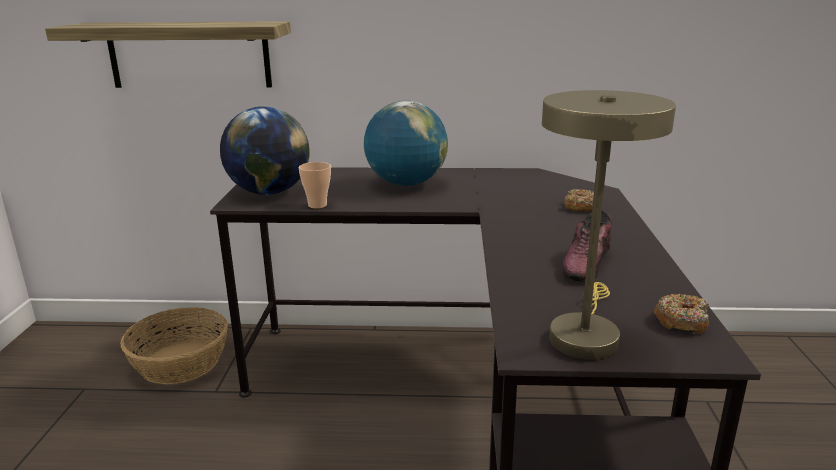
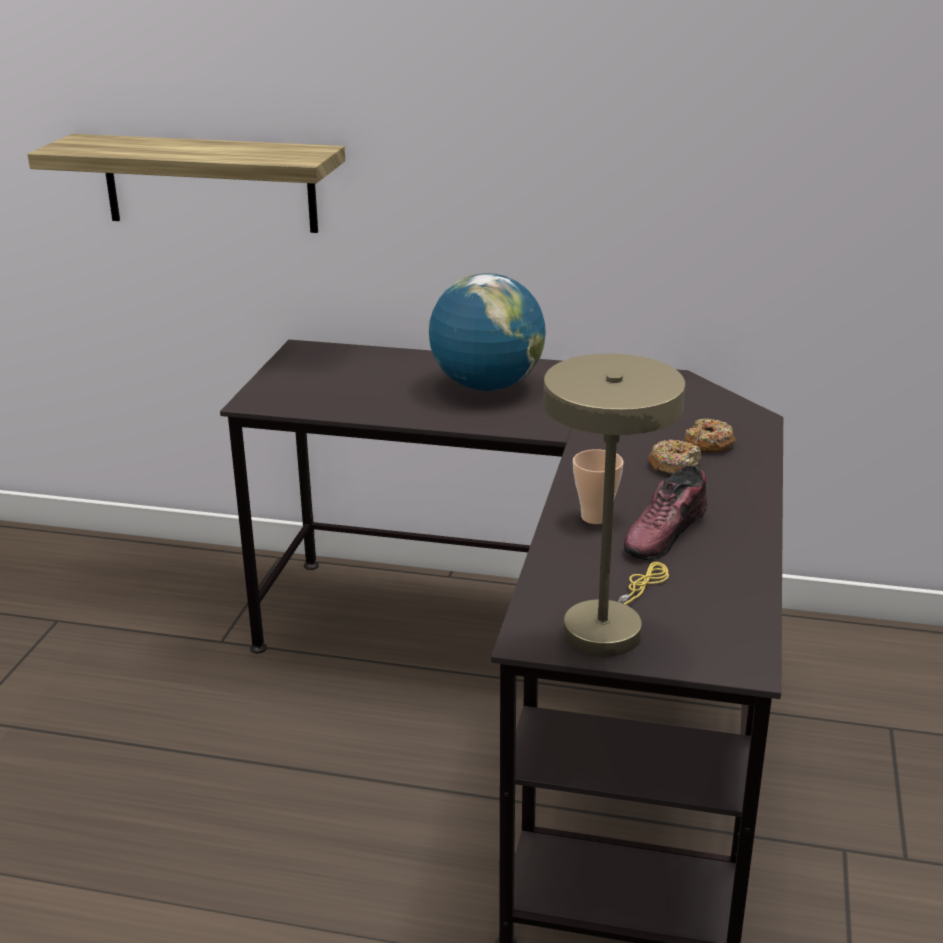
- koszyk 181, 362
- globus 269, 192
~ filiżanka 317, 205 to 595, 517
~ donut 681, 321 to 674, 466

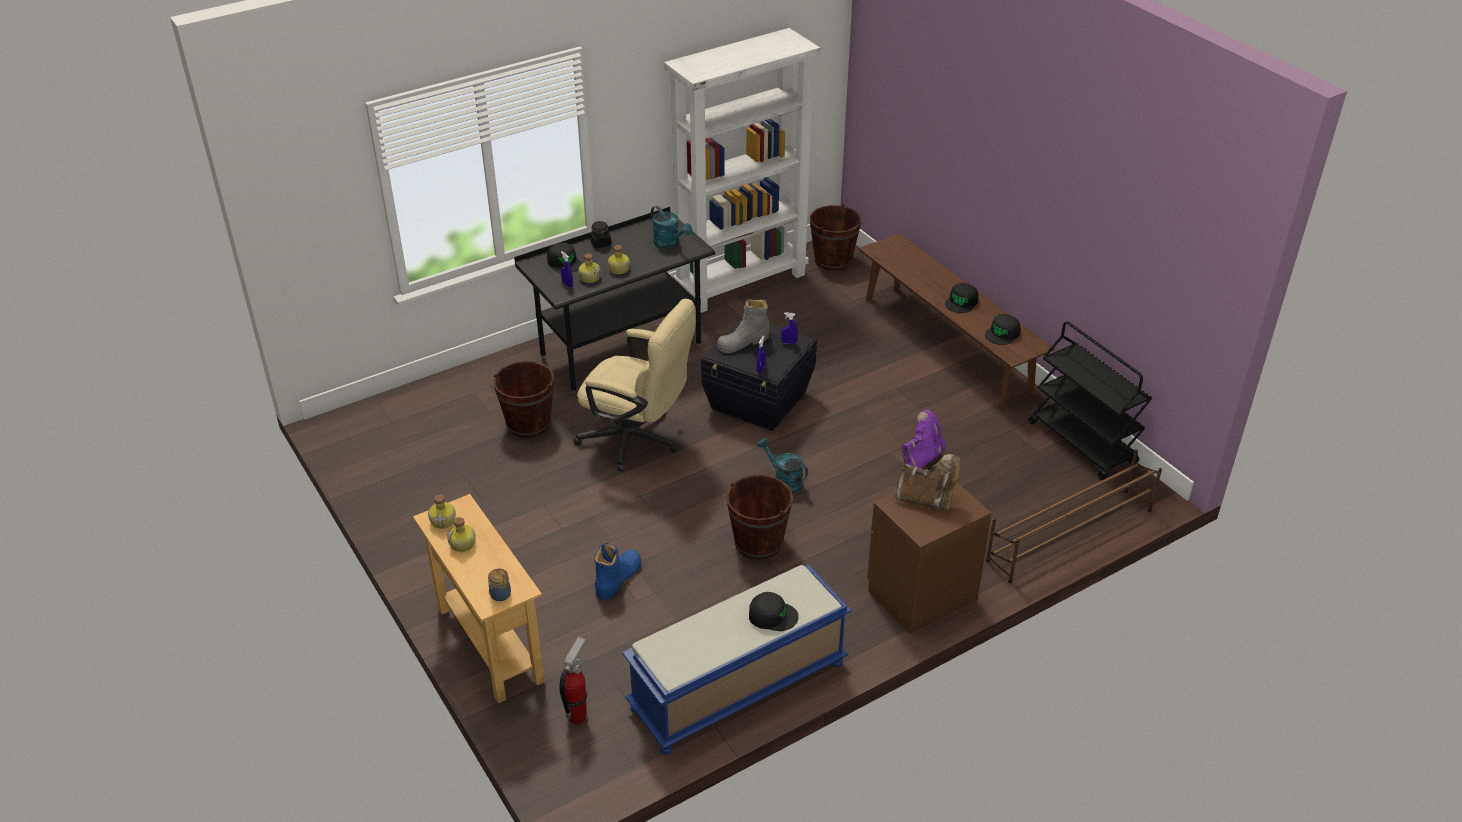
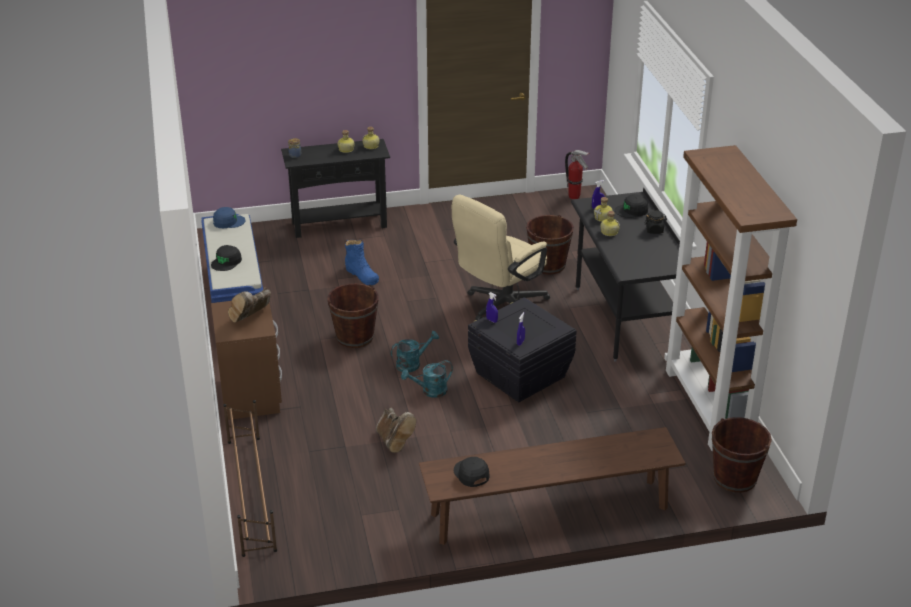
- but z cholewką (szary) 743, 342
- czapka z daszkiem (czarny) 961, 302
- wózek (czarny) 1083, 444
+ czapka z daszkiem (niebieski) 228, 222
~ gaśnica 577, 716 to 574, 197
~ konewka (turkusowy) 670, 244 to 430, 391
~ stolik konsolowy (beżowy) 490, 644 to stolik konsolowy (czarny) 339, 224
~ regał (biały) 741, 283 to regał (brązowy) 709, 407
~ but z cholewką (fioletowy) 921, 458 to but z cholewką (brązowy) 394, 442

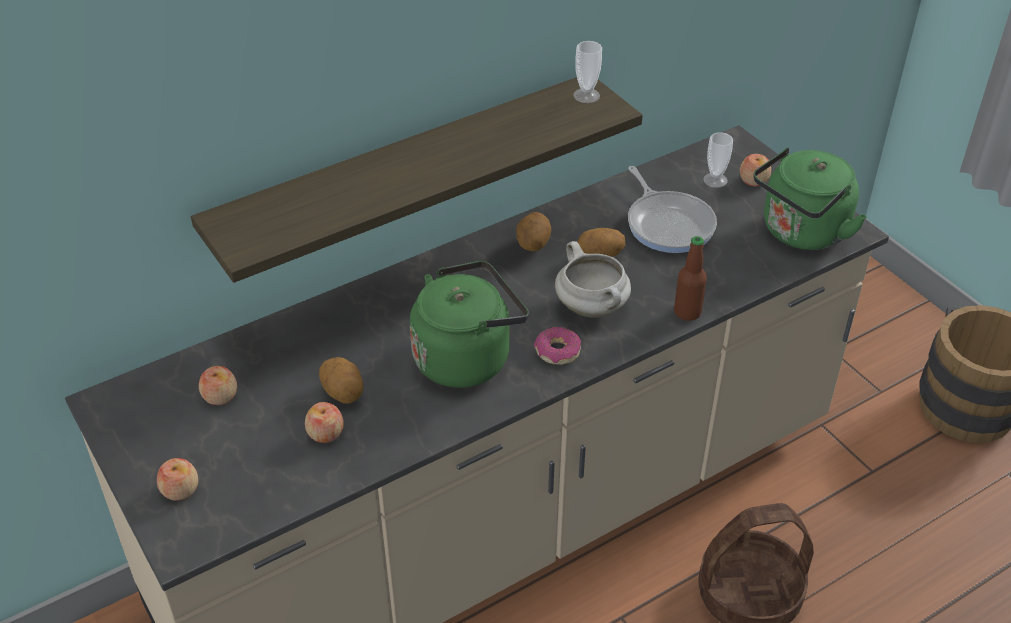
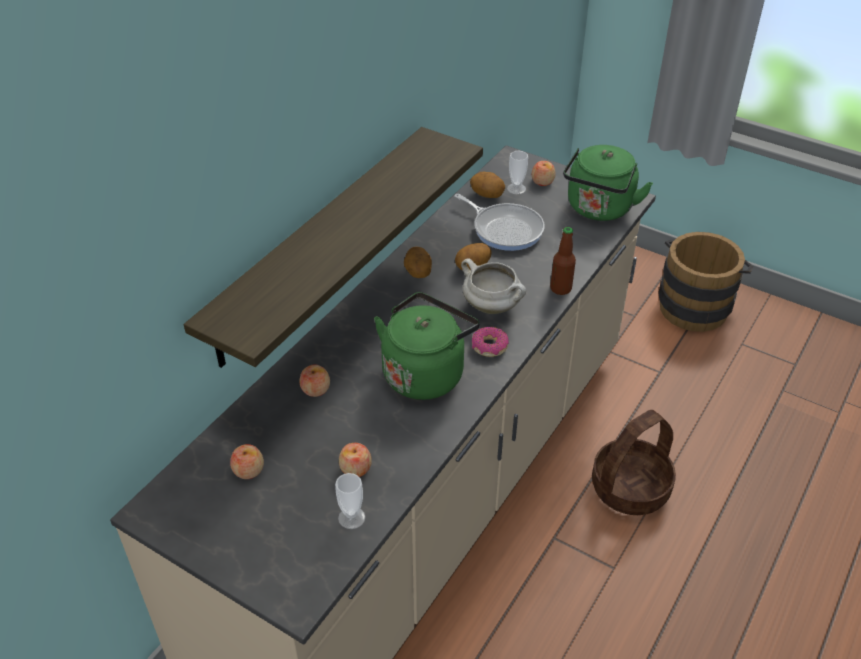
~ jabłko 180, 490 to 315, 389
~ ziemniak 343, 393 to 487, 195
~ filiżanka 586, 95 to 351, 518

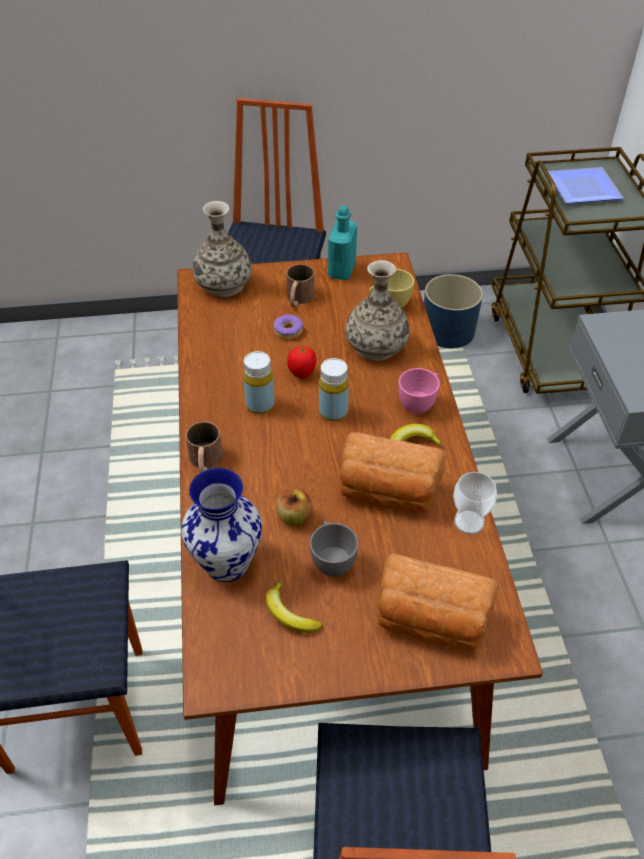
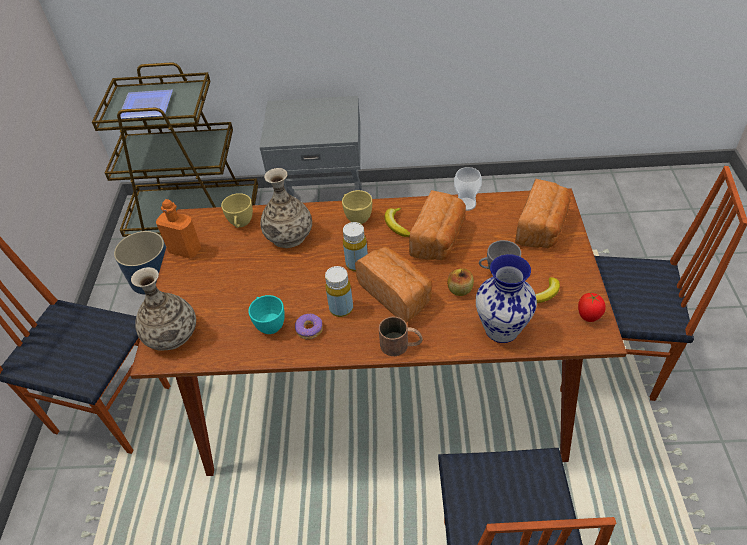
- kubek (brązowy) 298, 299
+ filiżanka (turkusowy) 269, 323
+ chleb 396, 294
~ donut 288, 331 to 309, 329
~ pomidor 302, 374 to 588, 317
~ butelka (turkusowy) 341, 270 to butelka (pomarańczowy) 185, 250
~ filiżanka (różowy) 419, 403 to filiżanka (żółty) 356, 217

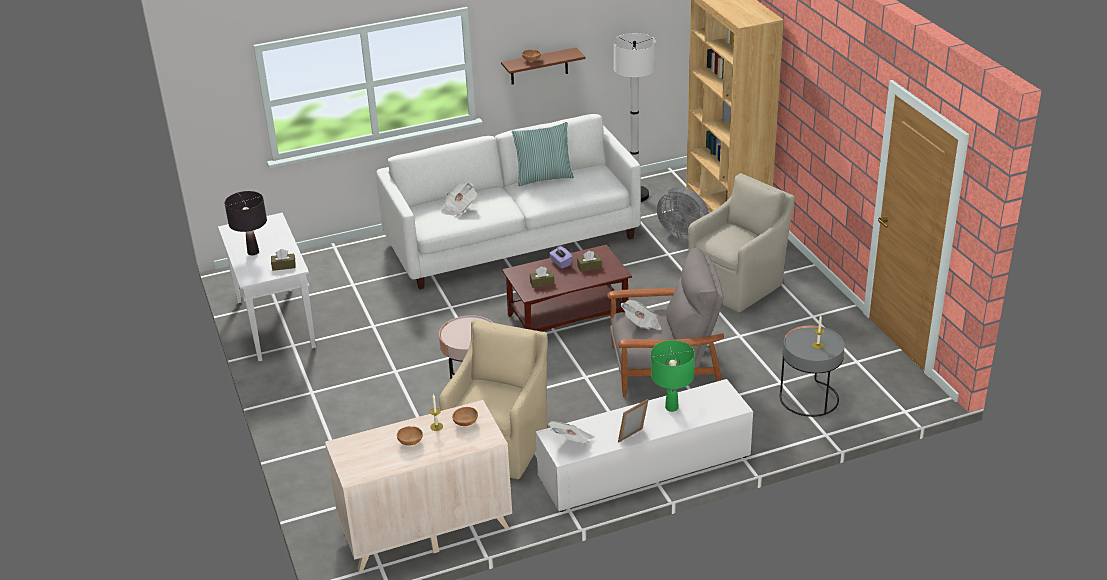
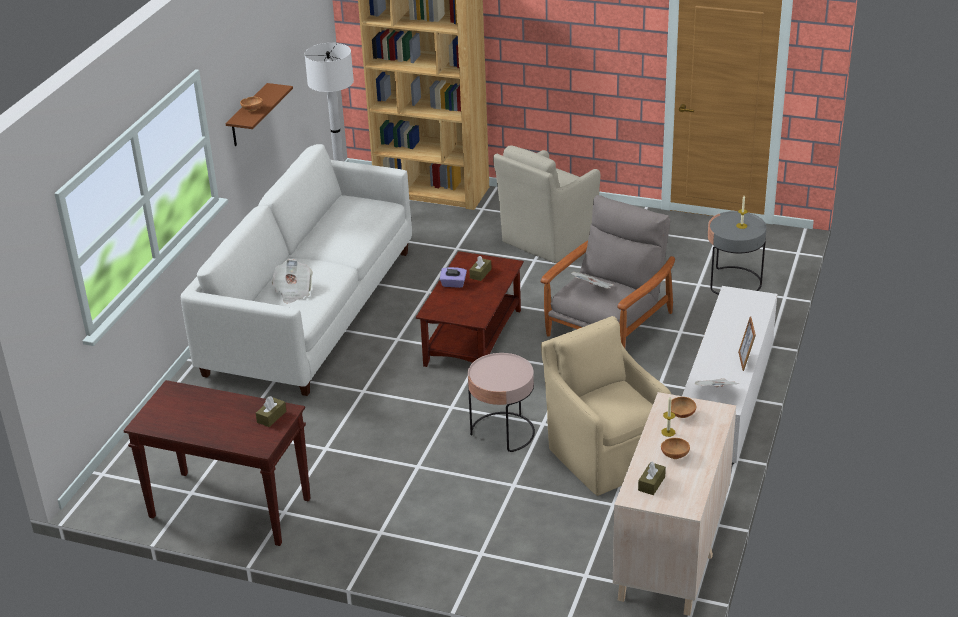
- lampa stołowa (czarny) 253, 252
- poduszka 543, 177
- lampa stołowa (zielony) 671, 407
- wentylator (szary) 683, 233
~ pudełko chusteczek (brązowy) 542, 283 to 651, 483
~ stolik konsolowy (biały) 274, 324 to stolik konsolowy (brązowy) 228, 509
~ fotel (beżowy) 738, 285 = 547, 240 135 degrees counterclockwise

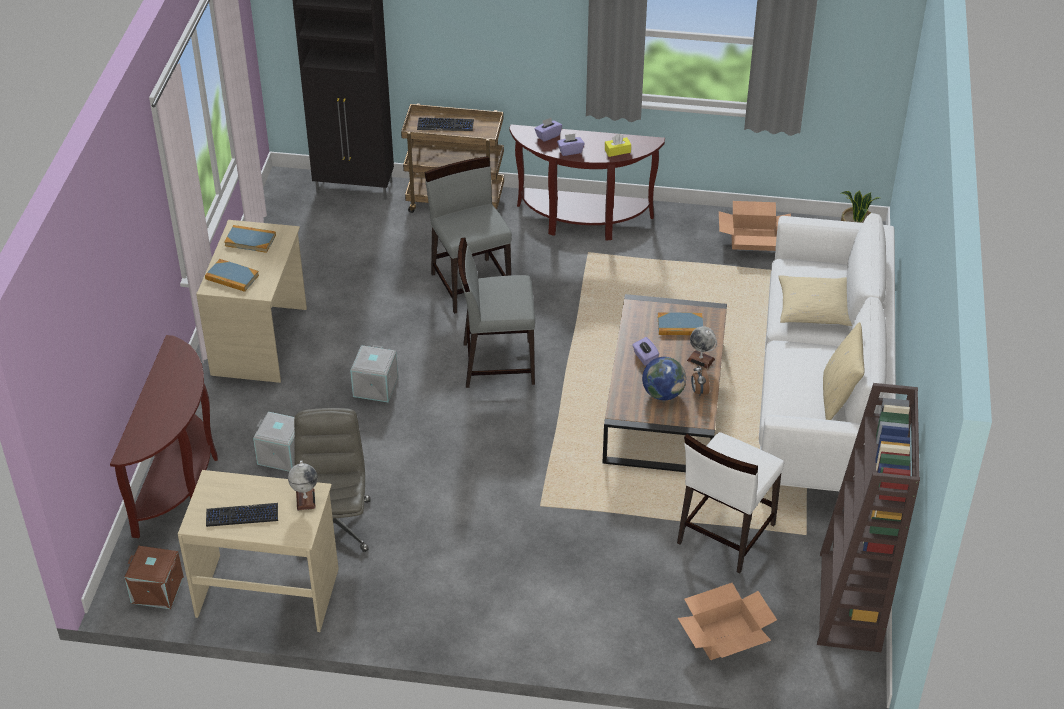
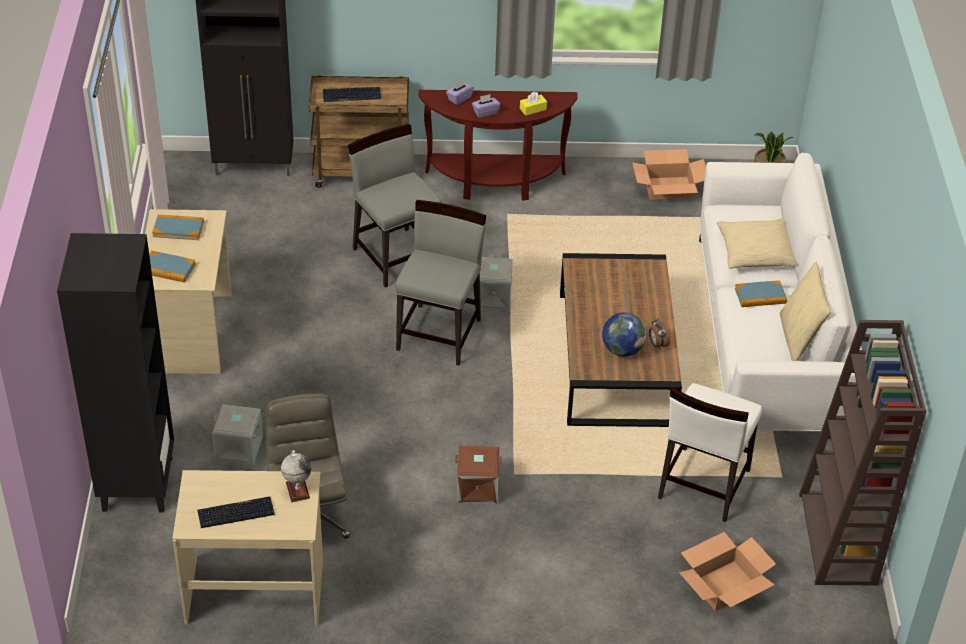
- pudełko chusteczek (fioletowy) 645, 357
- globus 701, 359
~ pojemnik do przechowywania (brązowy) 156, 591 to 477, 489
~ pojemnik do przechowywania (szary) 376, 387 to 493, 297
~ książka 680, 326 to 760, 296
~ stolik konsolowy (brązowy) 179, 479 to regał (czarny) 137, 483
~ krzesło (szary) 497, 363 = 440, 334 120 degrees clockwise

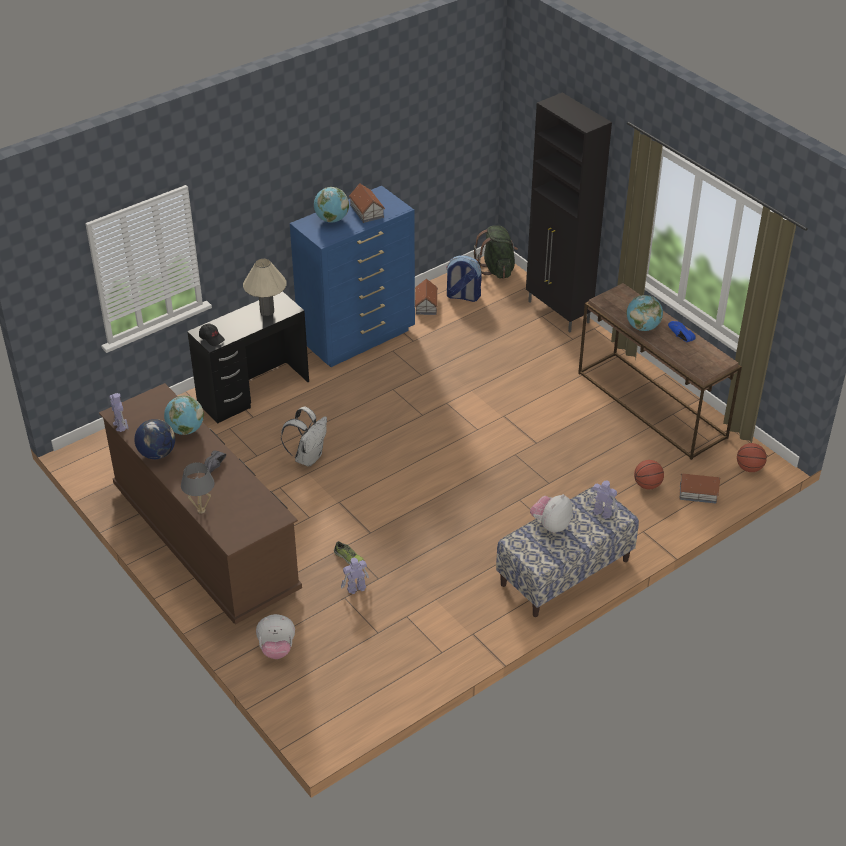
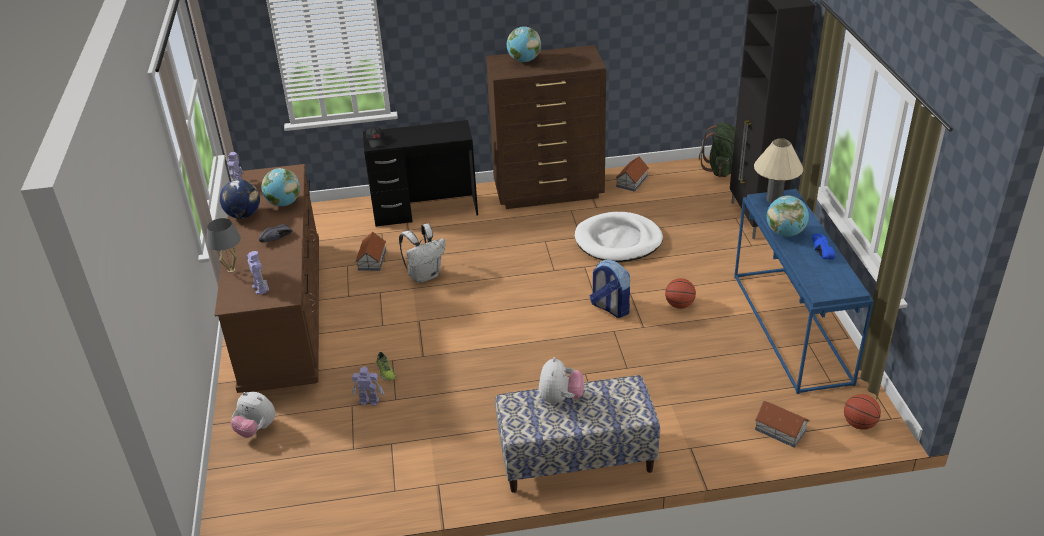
+ legowisko (biały) 618, 241
~ lampa stołowa (beżowy) 267, 311 to 774, 199
~ domek 367, 211 to 372, 260
~ plecak 462, 296 to 610, 308
~ robot zabawkowy 602, 512 to 260, 288
~ piłka do koszykówki 647, 485 to 679, 305
~ komoda (niebieski) 358, 338 to komoda (brązowy) 549, 192
~ stolik konsolowy (brązowy) 653, 405 to stolik konsolowy (niebieski) 792, 328
~ pluszak 551, 525 = 560, 398 120 degrees clockwise

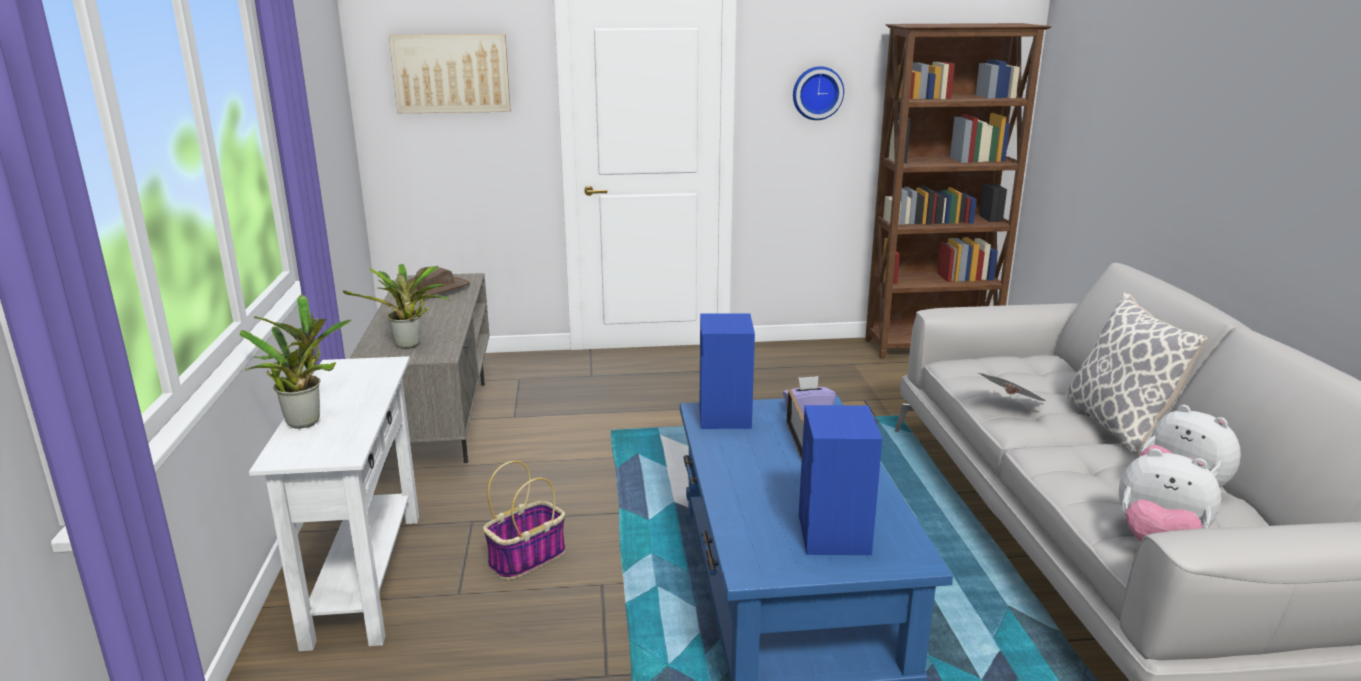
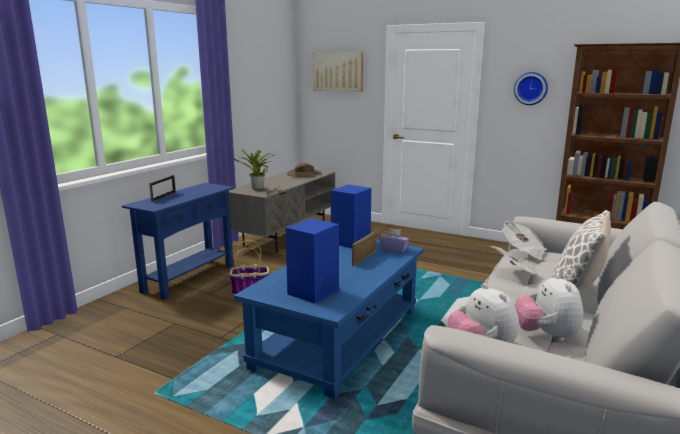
+ gazeta 523, 251
~ roślina doniczkowa 306, 420 to ramka na zdjęcie 163, 197
~ stolik konsolowy (biały) 365, 577 to stolik konsolowy (niebieski) 189, 278

